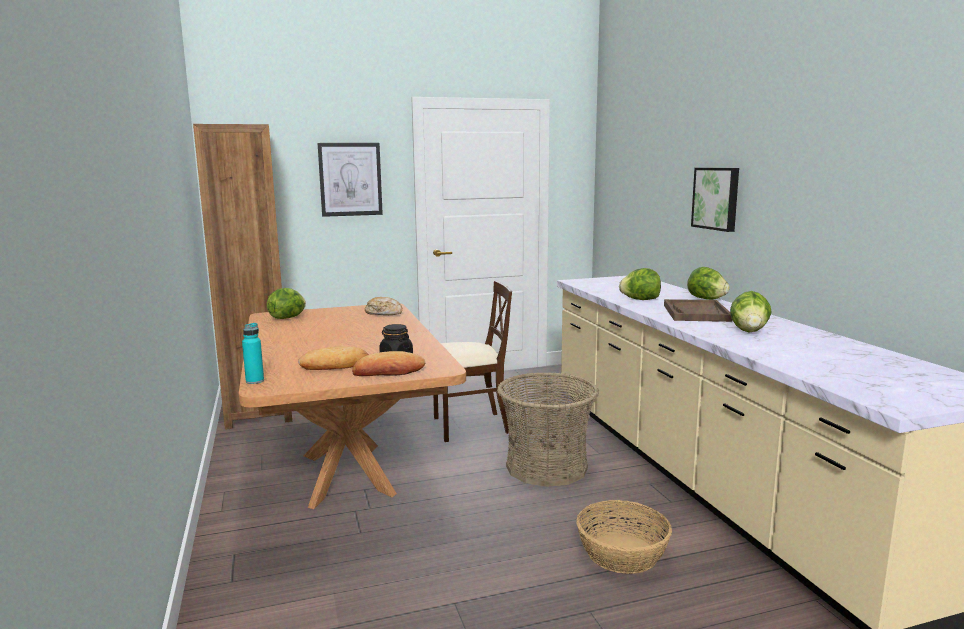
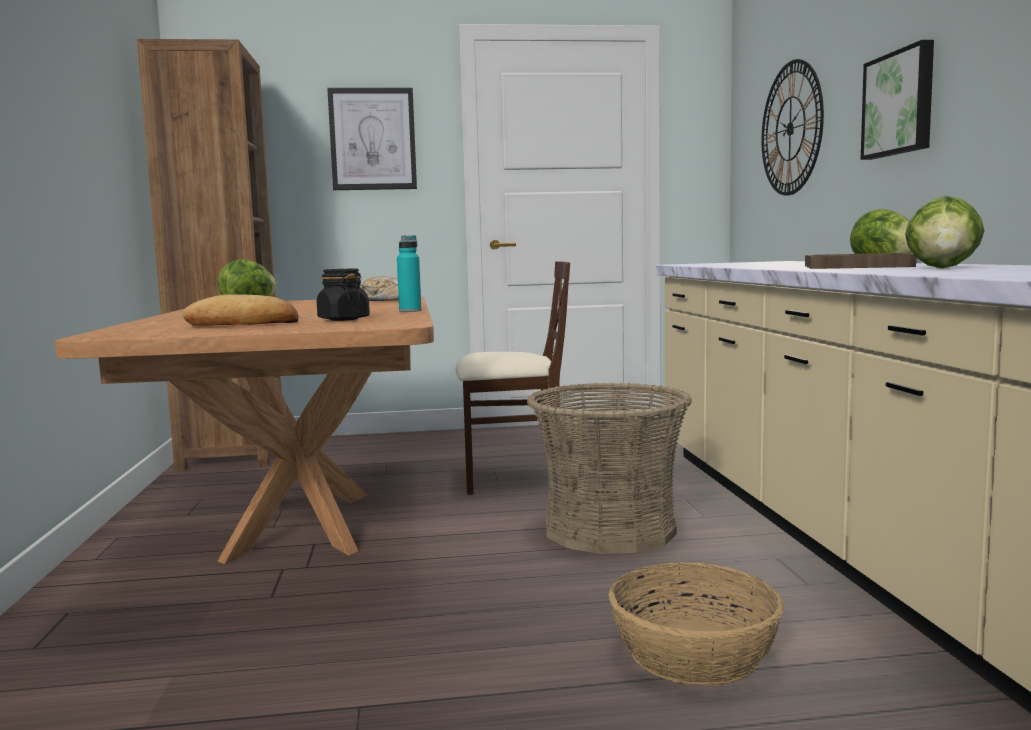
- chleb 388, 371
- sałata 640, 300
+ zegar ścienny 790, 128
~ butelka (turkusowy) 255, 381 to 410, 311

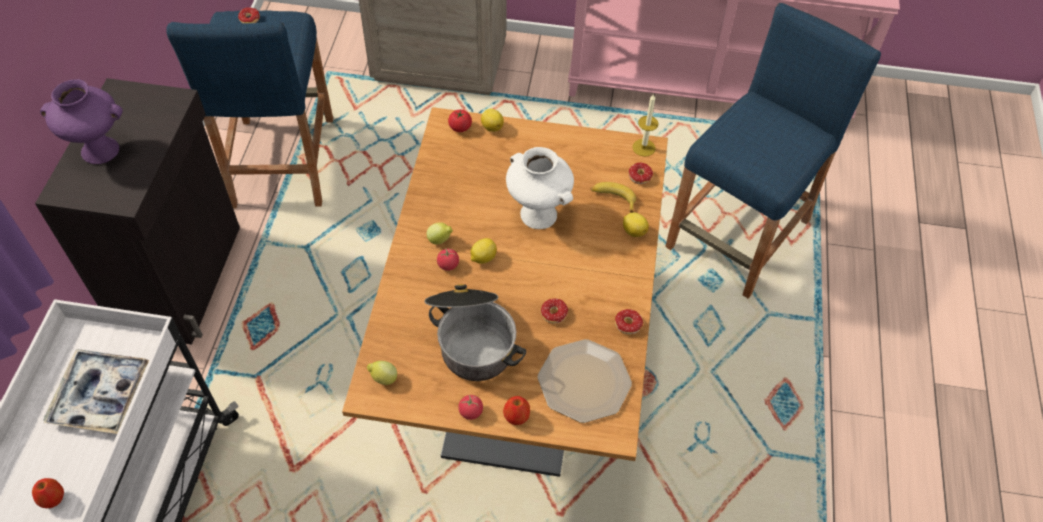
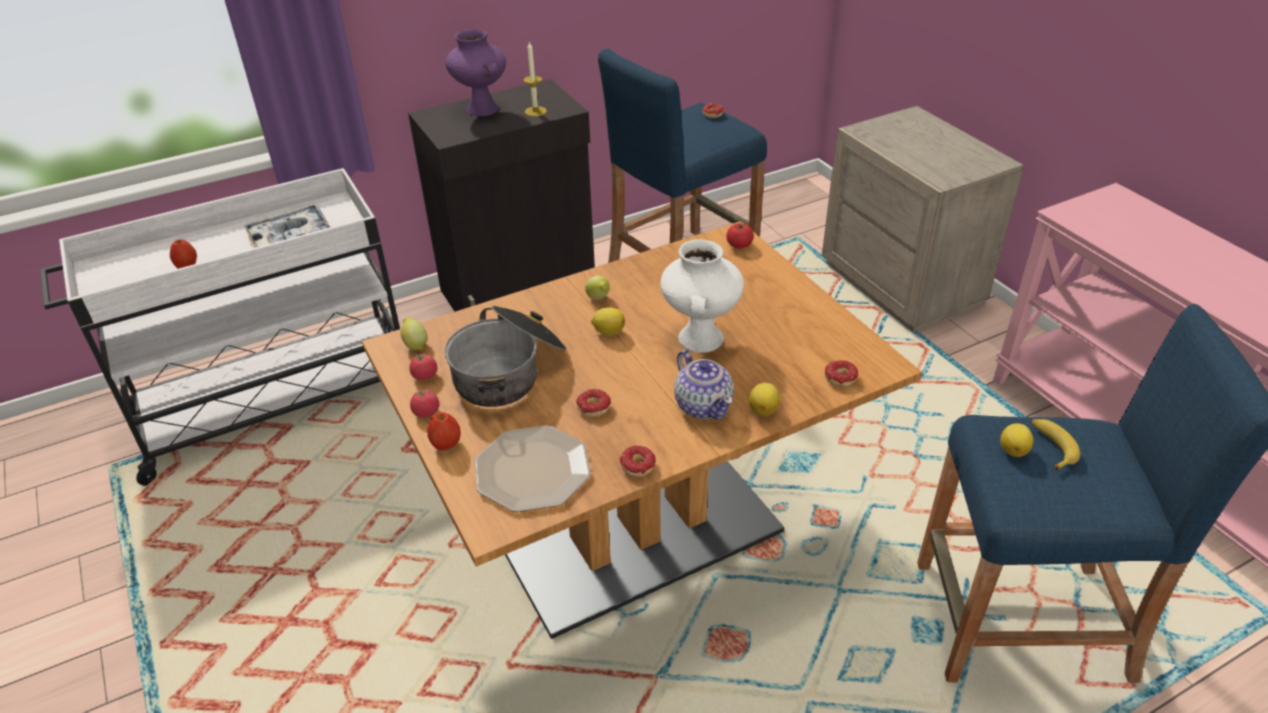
+ imbryk 703, 405
~ pomidor 448, 265 to 425, 376
~ cytryna 492, 127 to 1013, 450
~ banan 613, 198 to 1051, 447
~ świeca 643, 147 to 535, 111

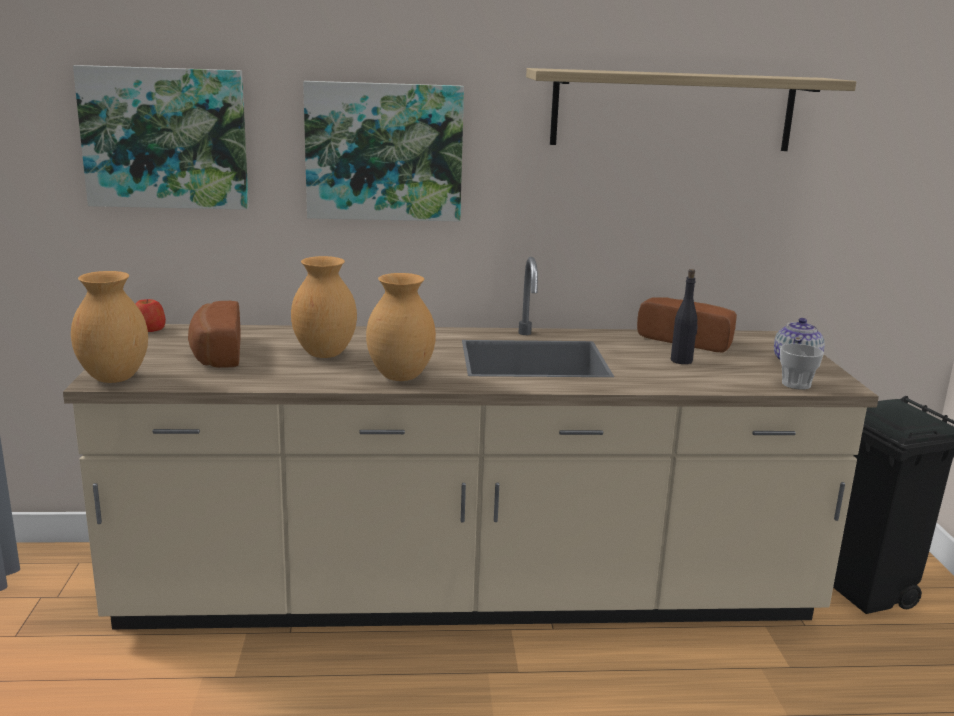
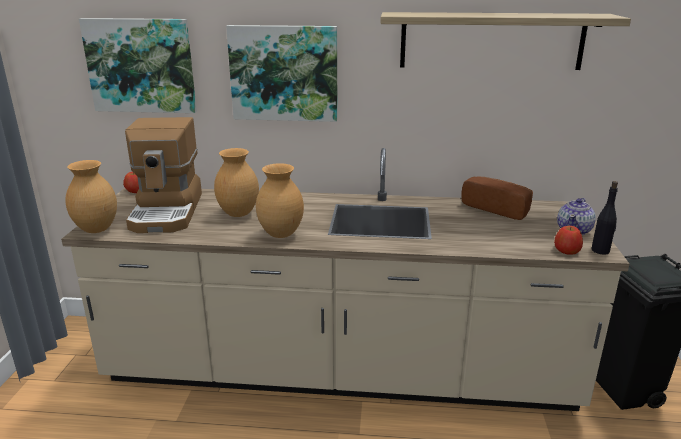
~ butelka (czarny) 682, 361 to 600, 250
~ chleb 215, 354 to ekspres do kawy 168, 211
~ filiżanka 796, 384 to jabłko 567, 250

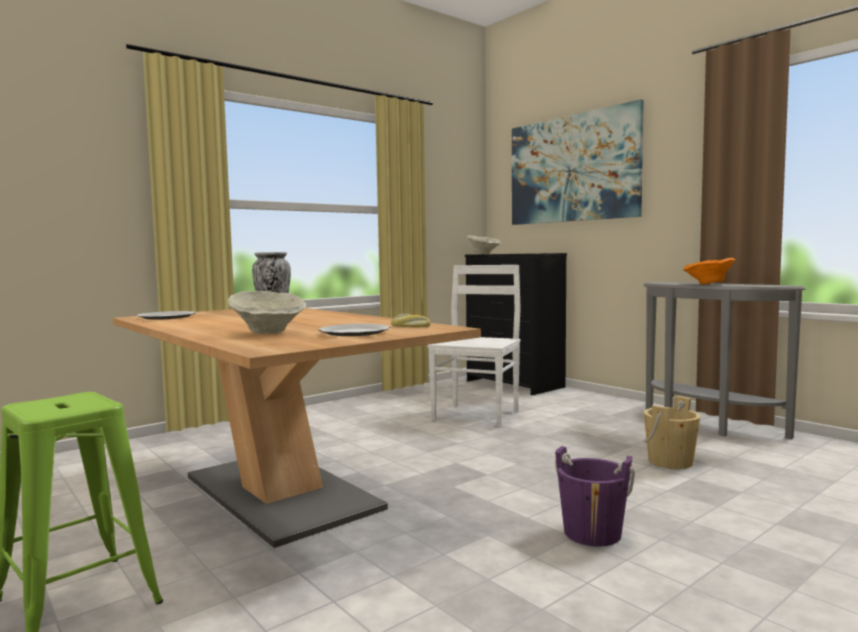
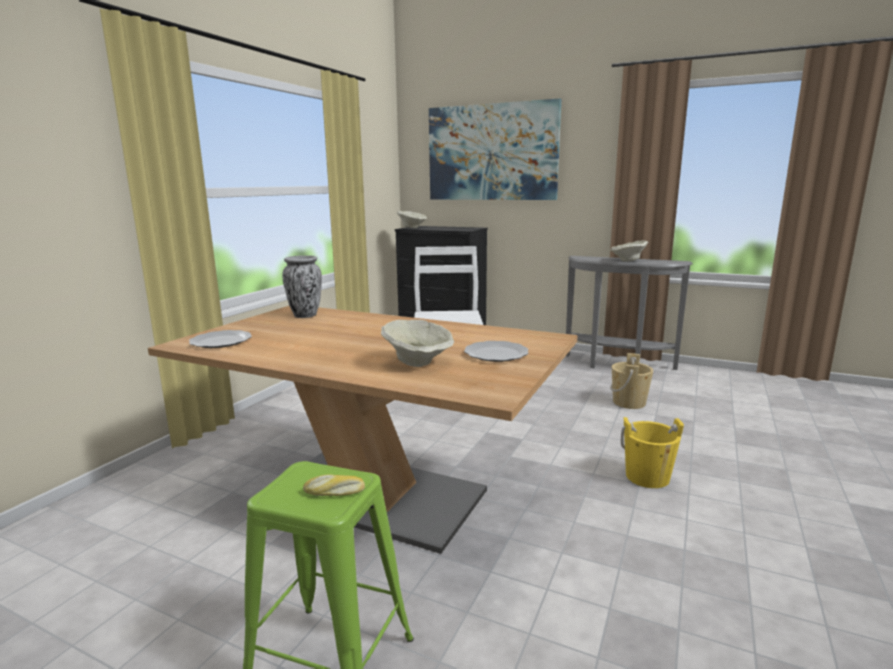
~ chleb 410, 326 to 334, 492
~ wiadro (fioletowy) 592, 533 to wiadro (żółty) 647, 477
~ miska (pomarańczowy) 708, 284 to miska (beżowy) 627, 261

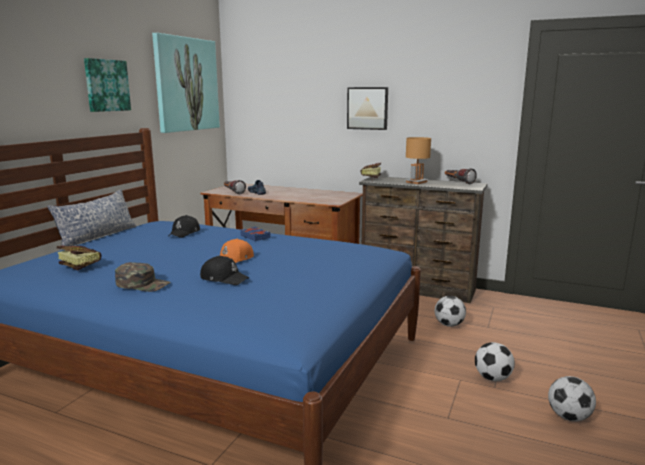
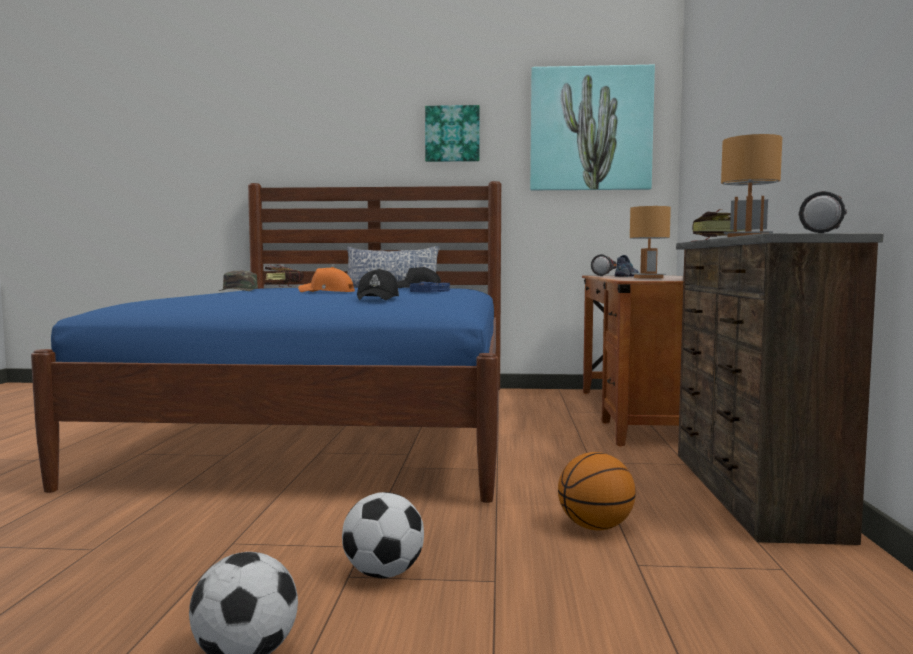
- obraz 368, 108
+ lampa stołowa (brązowy) 647, 278
~ czapka z daszkiem (czarny) 224, 278 to 378, 299
~ piłka futbolowa 449, 325 to piłka do koszykówki 596, 527

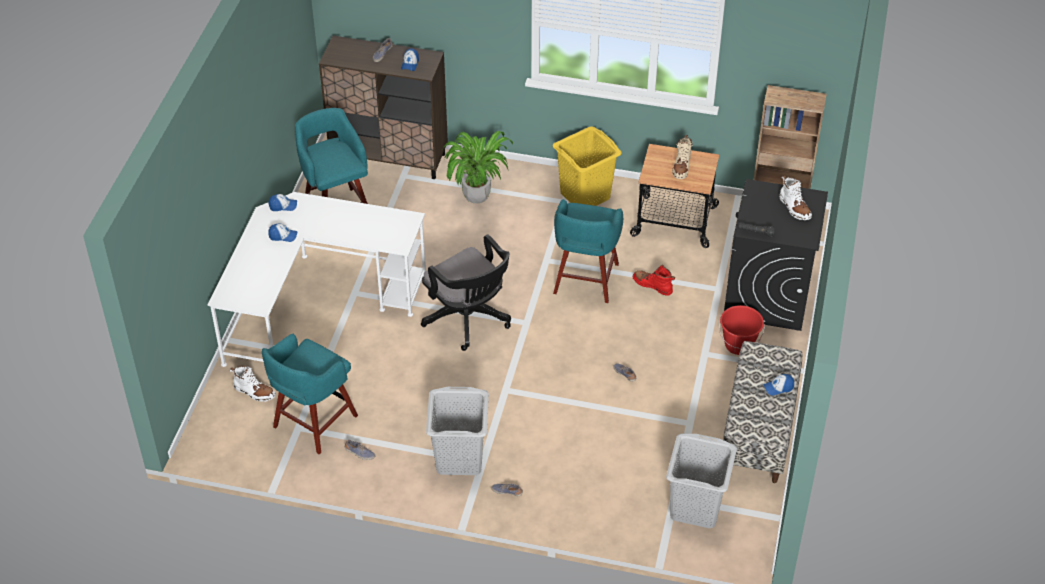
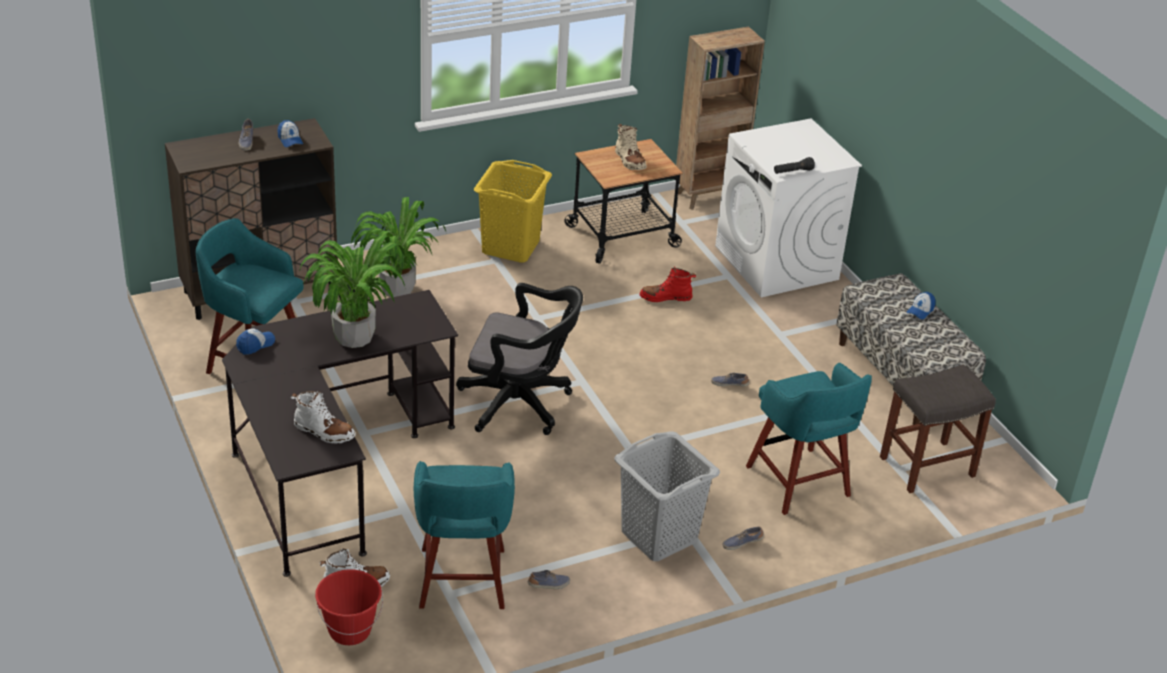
- czapka z daszkiem 283, 236
+ roślina doniczkowa 354, 336
~ stołek (turkusowy) 585, 280 to 799, 483
~ wiadro (czerwony) 738, 345 to 349, 631
~ but z cholewką (biały) 794, 208 to 324, 432
~ kosz na pranie (szary) 695, 507 to stołek (szary) 926, 467
~ biurko (biały) 314, 303 to biurko (czarny) 329, 463
~ pralka (czarny) 767, 295 to pralka (biały) 777, 263

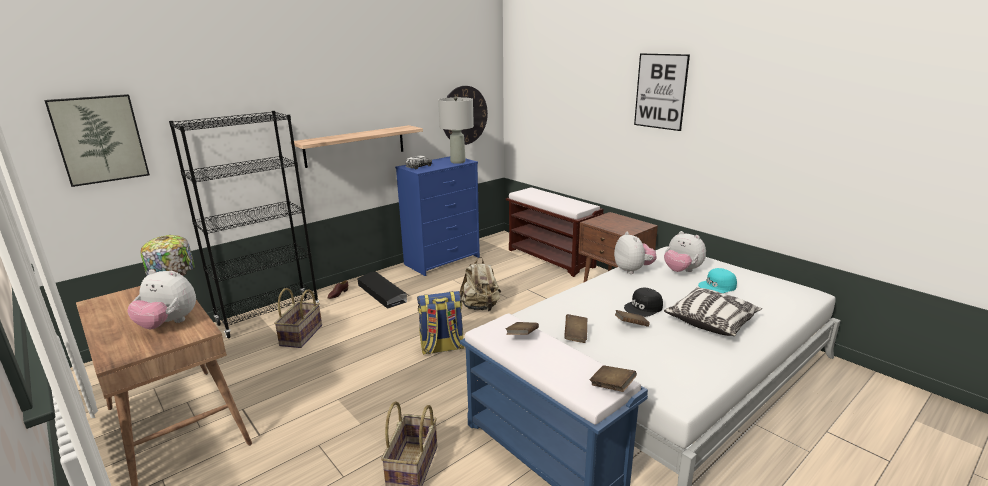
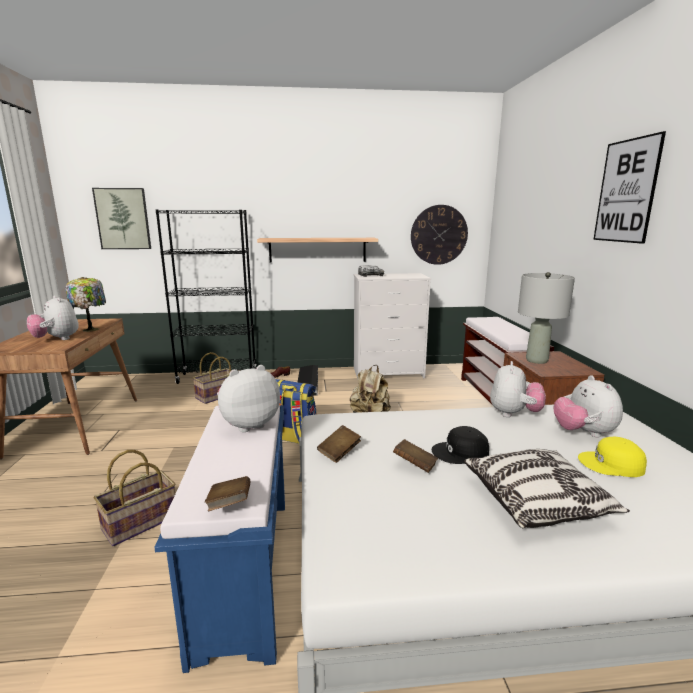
~ lampa stołowa (szary) 458, 162 to 537, 360
~ książka (brązowy) 522, 336 to pluszak 248, 424
~ komoda (niebieski) 442, 260 to komoda (biały) 389, 373
~ czapka z daszkiem (turkusowy) 717, 286 to czapka z daszkiem (żółty) 611, 464

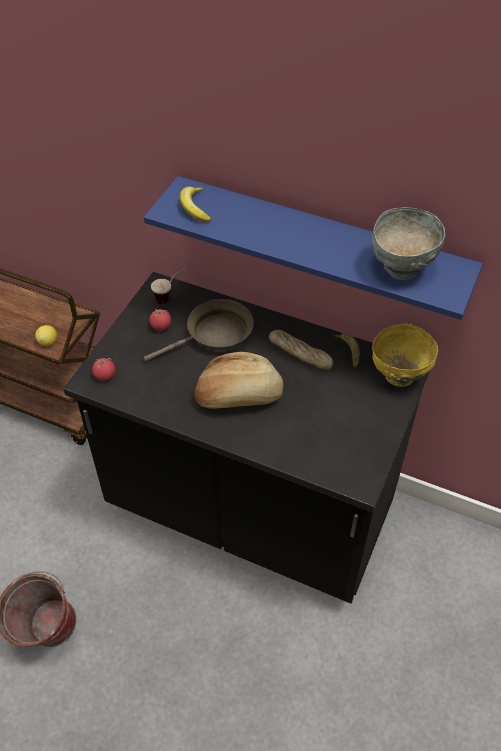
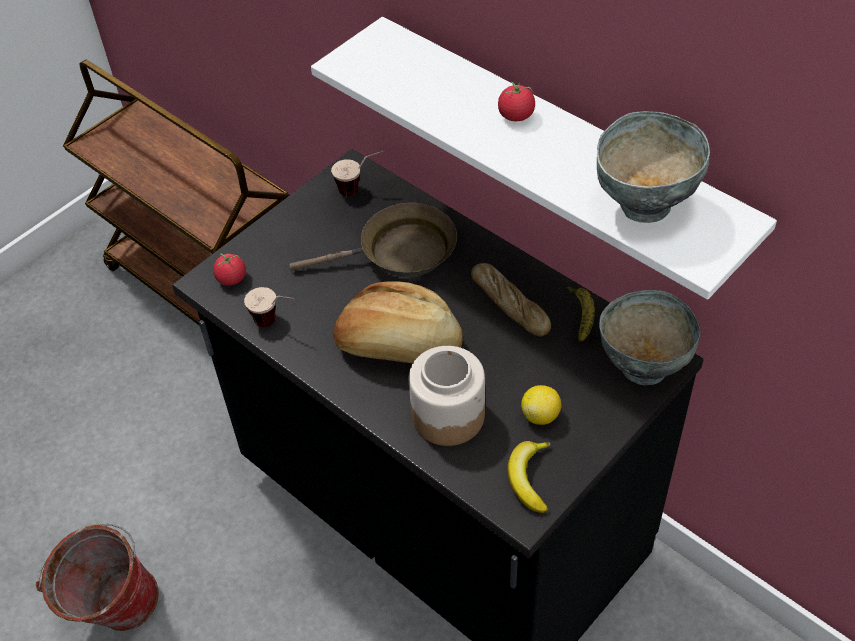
+ filiżanka 276, 323
+ słoik 448, 415
~ cytryna 48, 342 to 540, 415
~ pomidor 161, 326 to 516, 115
~ banan 194, 208 to 529, 478
~ półka (niebieski) 319, 246 to półka (biały) 558, 152
~ miska (żółty) 399, 376 to miska (szary) 643, 368

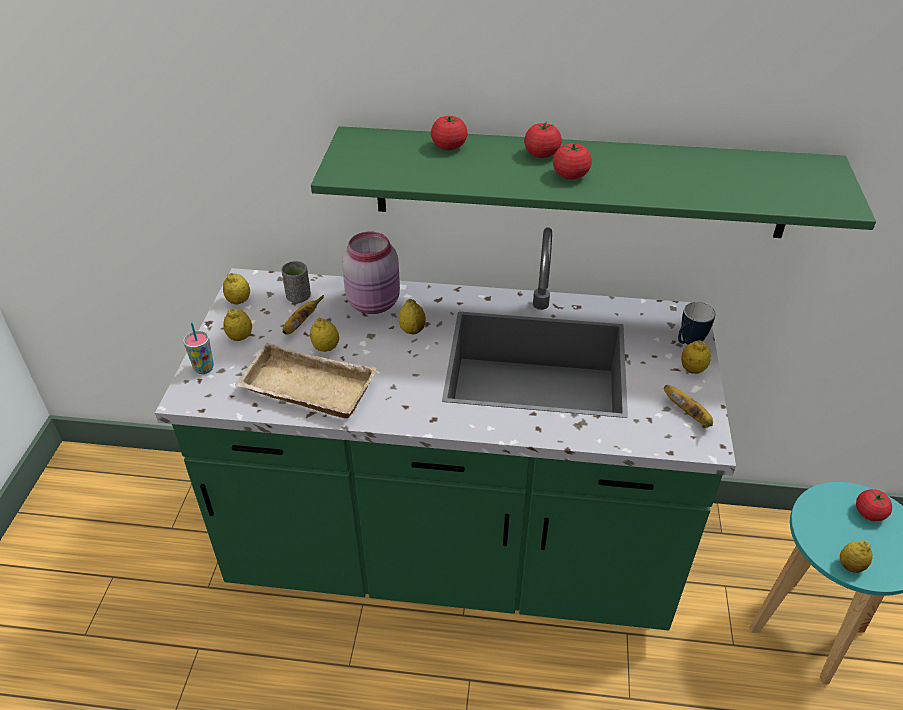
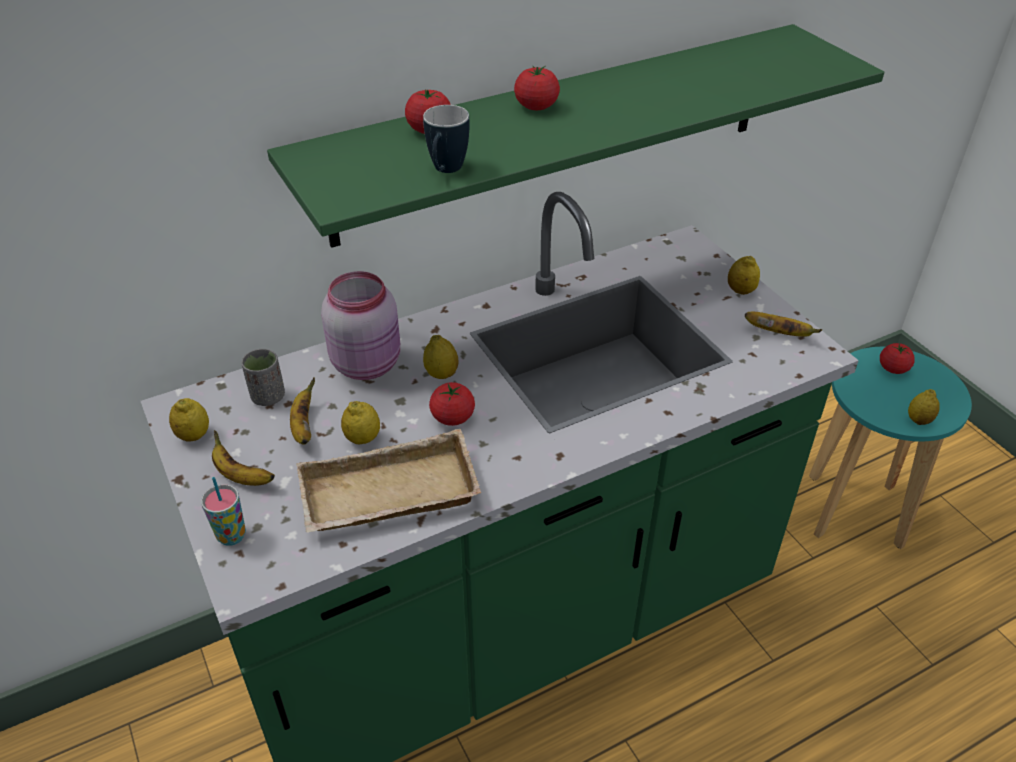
~ pomidor 570, 175 to 452, 417
~ kubek 688, 343 to 445, 172
~ cytryna 240, 337 to banan 241, 476

